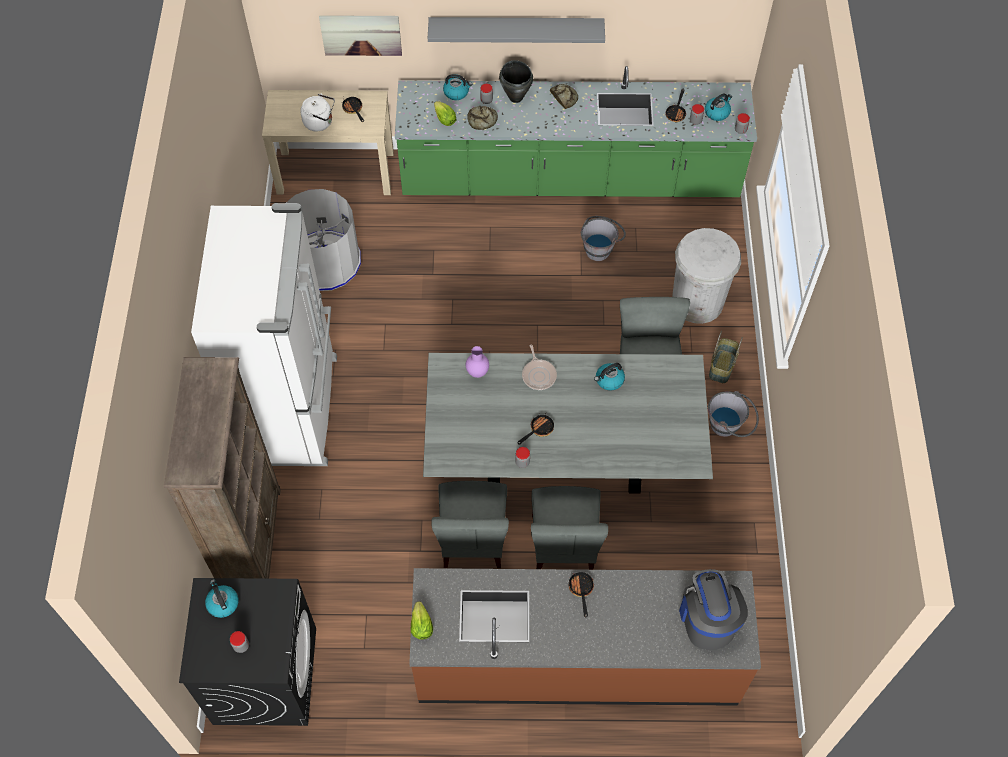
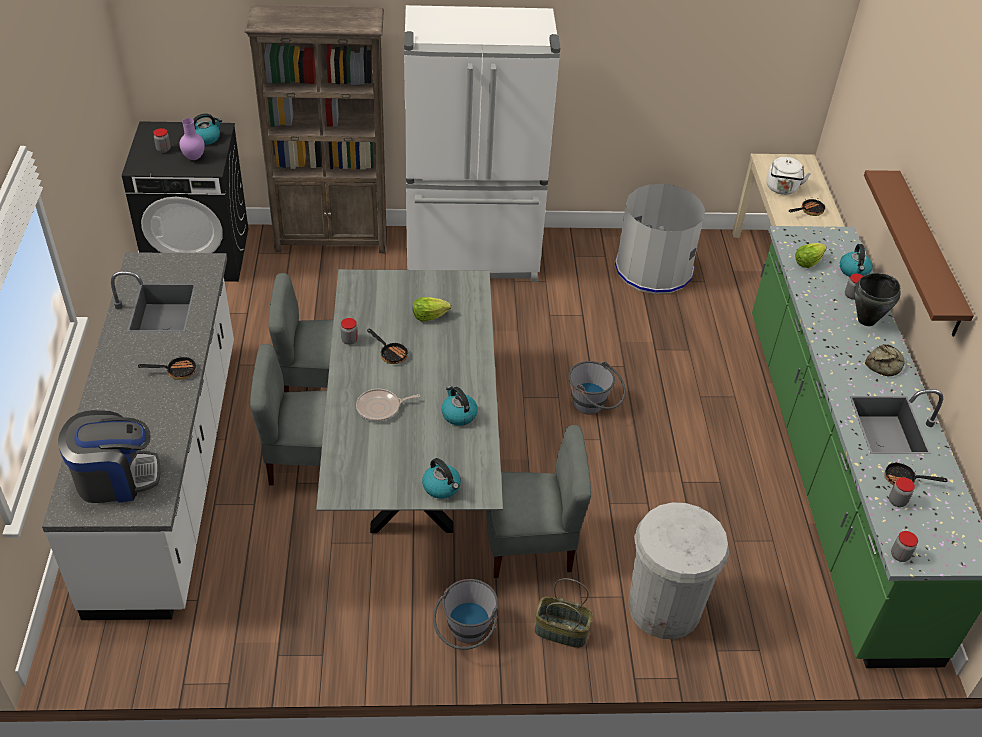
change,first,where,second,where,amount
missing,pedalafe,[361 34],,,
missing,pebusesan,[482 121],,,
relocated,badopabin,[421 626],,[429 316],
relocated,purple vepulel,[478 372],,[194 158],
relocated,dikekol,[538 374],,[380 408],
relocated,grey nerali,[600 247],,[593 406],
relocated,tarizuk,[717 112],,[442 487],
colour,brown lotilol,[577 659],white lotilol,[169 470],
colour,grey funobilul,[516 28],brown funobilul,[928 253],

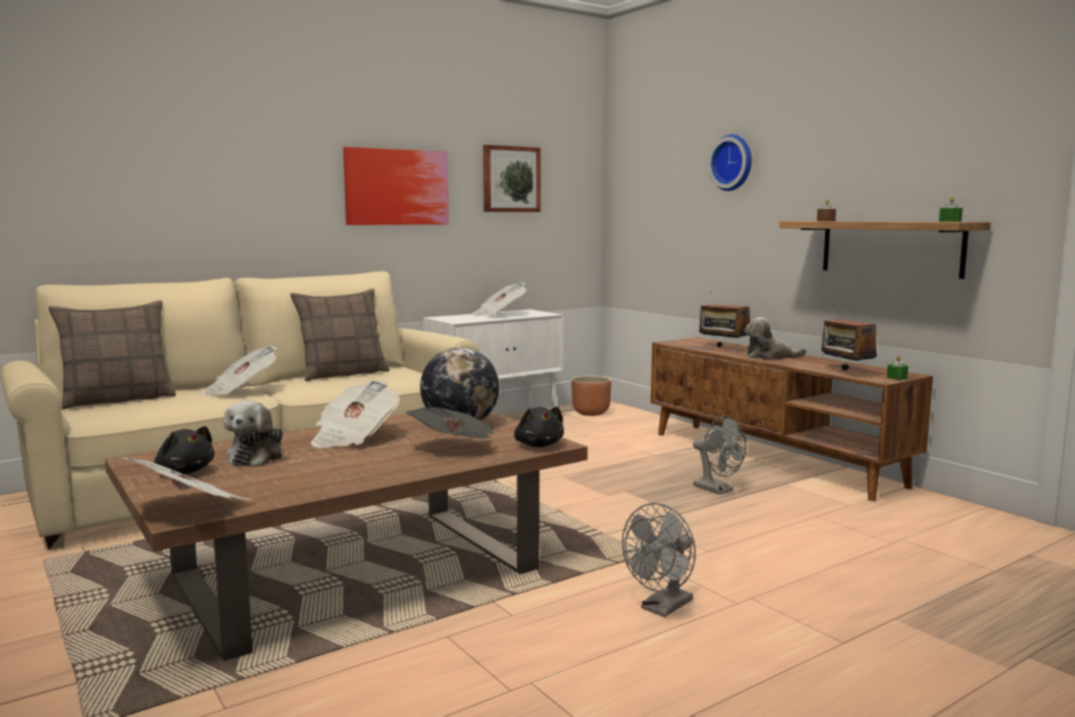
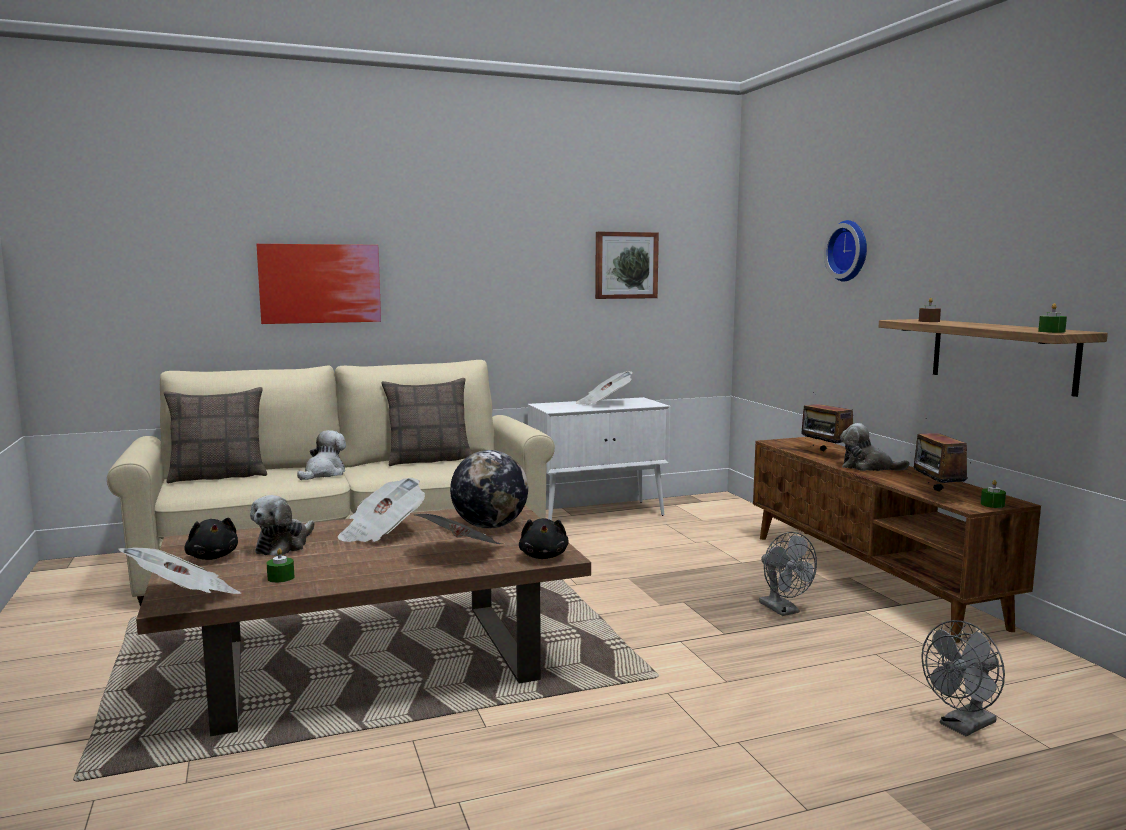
change,first,where,second,where,amount
missing,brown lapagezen,[591 413],,,
appeared,,,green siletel,[281 578],
relocated,pedalafe,[396 187],,[320 283],
relocated,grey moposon,[662 608],,[963 726],
exchanged,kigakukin,[240 391],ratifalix,[324 474],

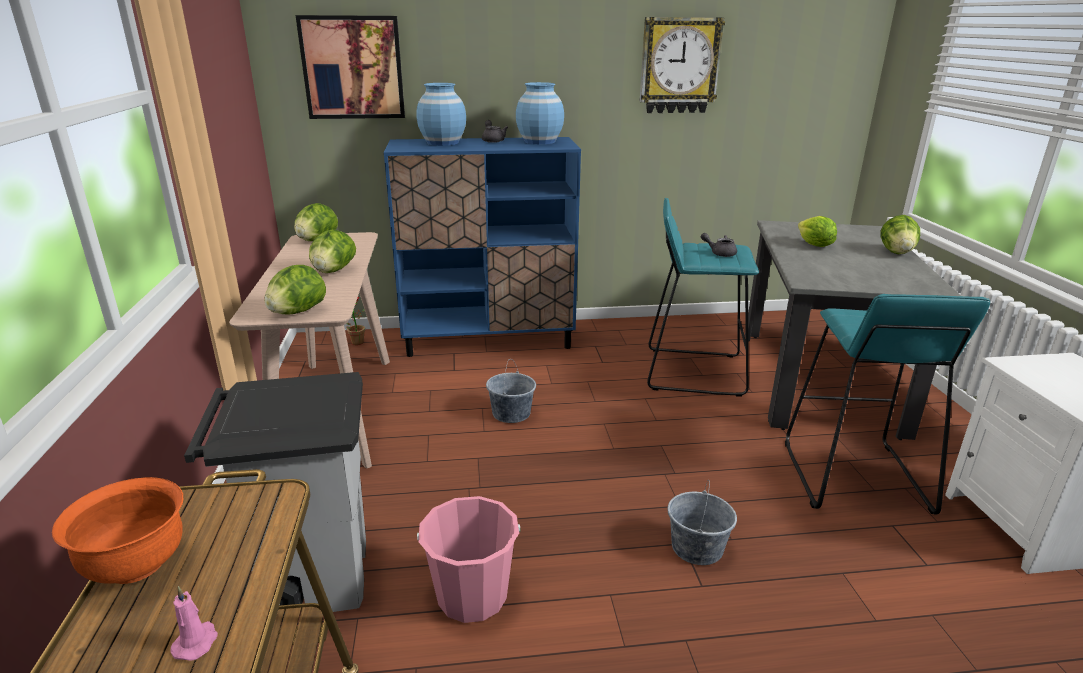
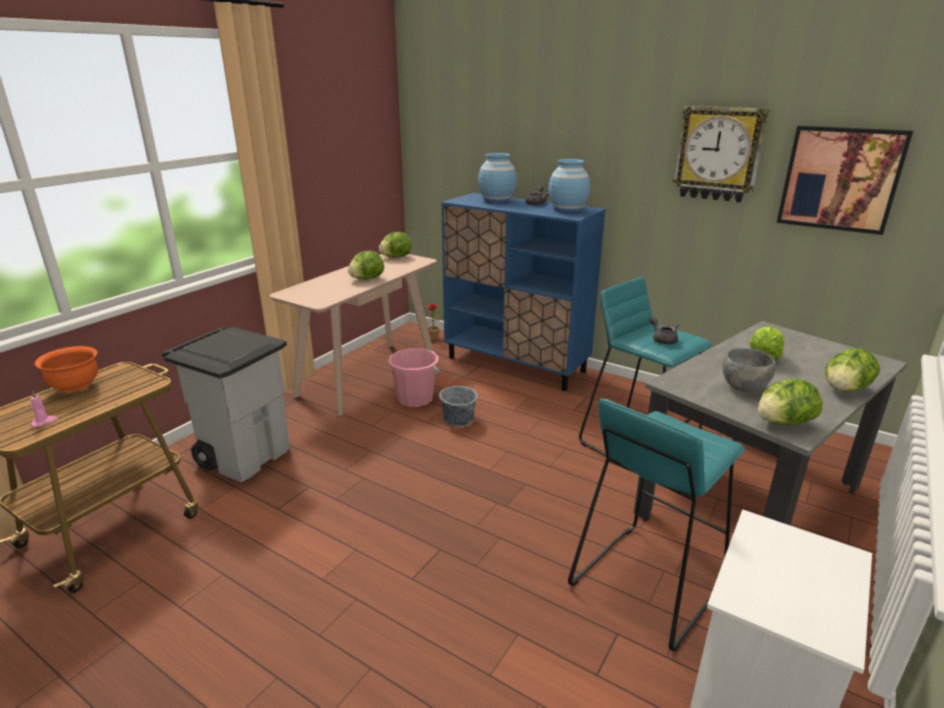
change,first,where,second,where,amount
missing,grey nerali,[697 547],,,
appeared,,,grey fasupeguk,[744 387],
relocated,badopabin,[297 312],,[783 423],
relocated,pedalafe,[353 68],,[840 179],
relocated,pink nerali,[472 596],,[415 399],

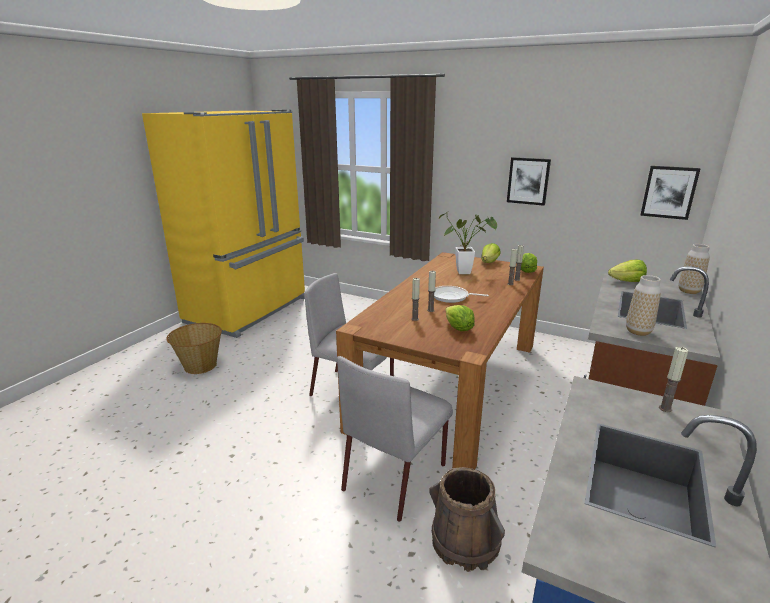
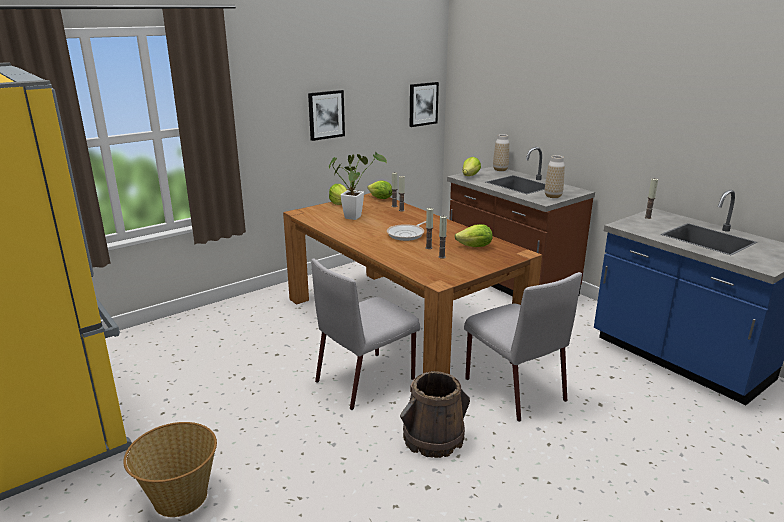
change,first,where,second,where,amount
relocated,brown nerali,[464 541],,[433 438],

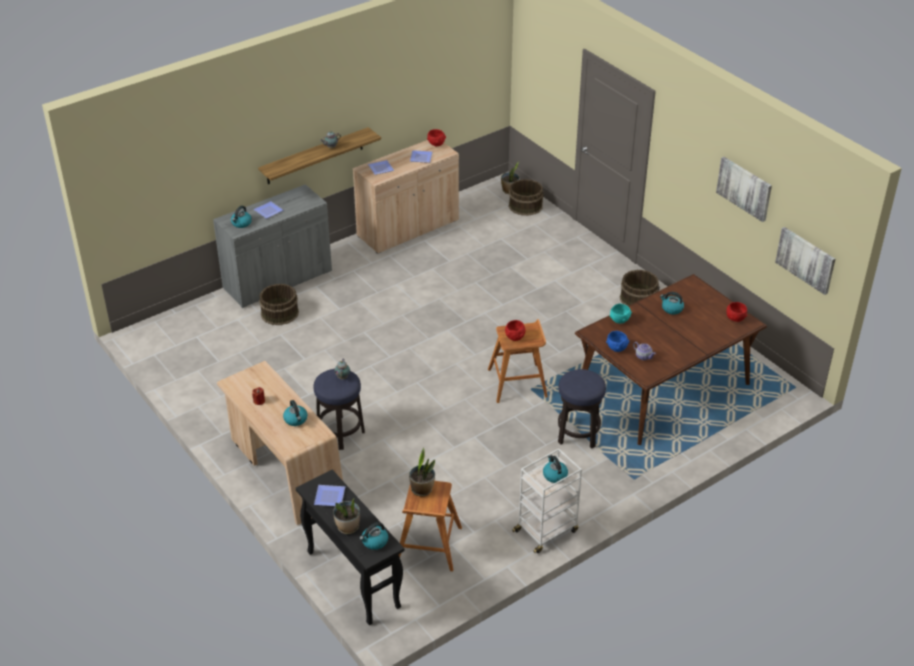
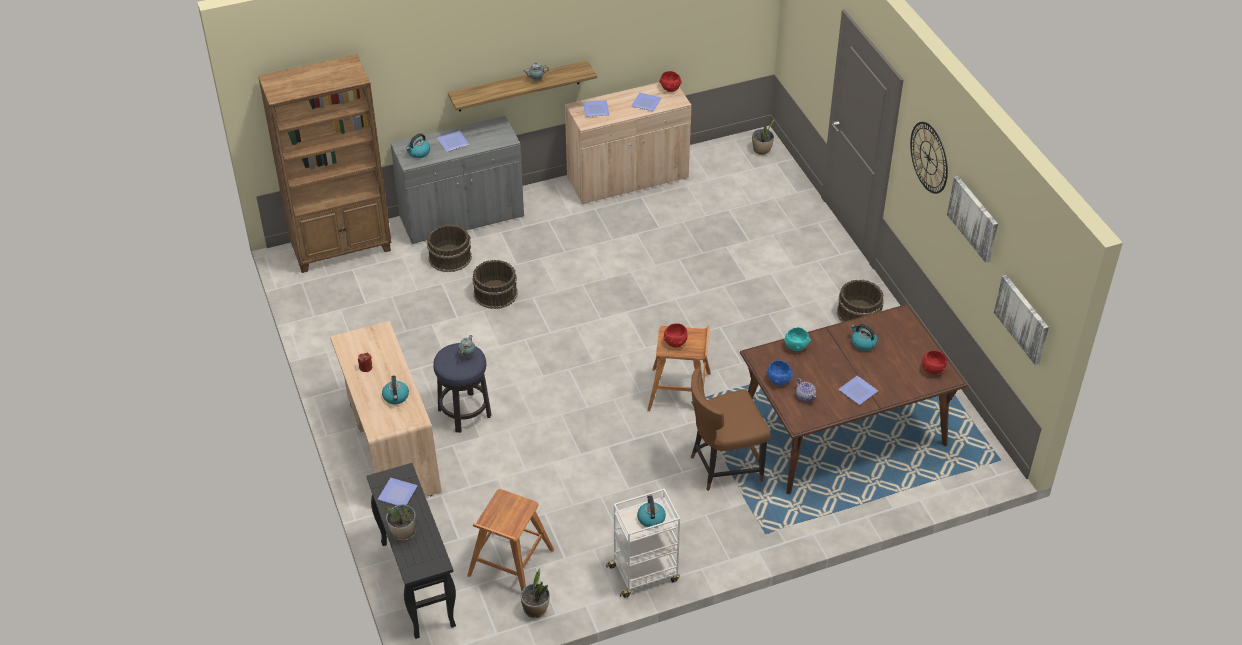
change,first,where,second,where,amount
missing,tarizuk,[374 542],,,
appeared,,,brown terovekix,[342 248],
appeared,,,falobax,[858 392],
appeared,,,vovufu,[929 157],
relocated,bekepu,[422 489],,[536 609],
relocated,brown nerali,[525 205],,[496 293],
exchanged,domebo,[578 434],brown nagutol,[724 466],

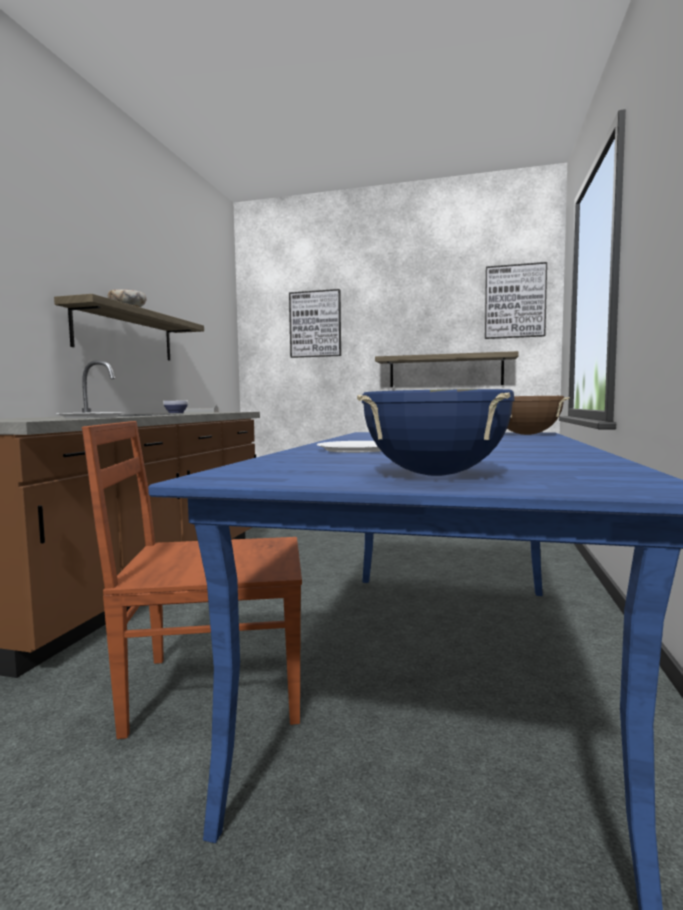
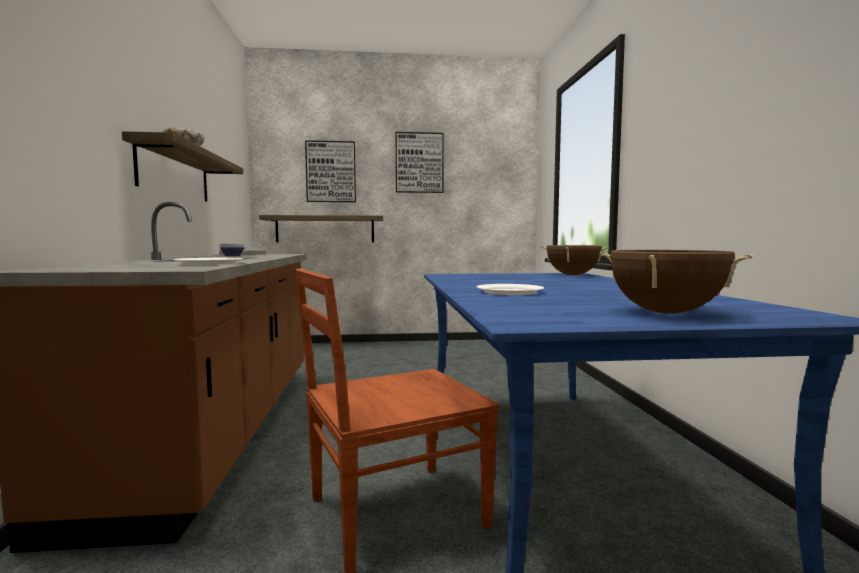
change,first,where,second,where,amount
relocated,funobilul,[445 371],,[325 229],
relocated,pedalafe,[515 301],,[419 163],
colour,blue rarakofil,[435 475],brown rarakofil,[666 312],

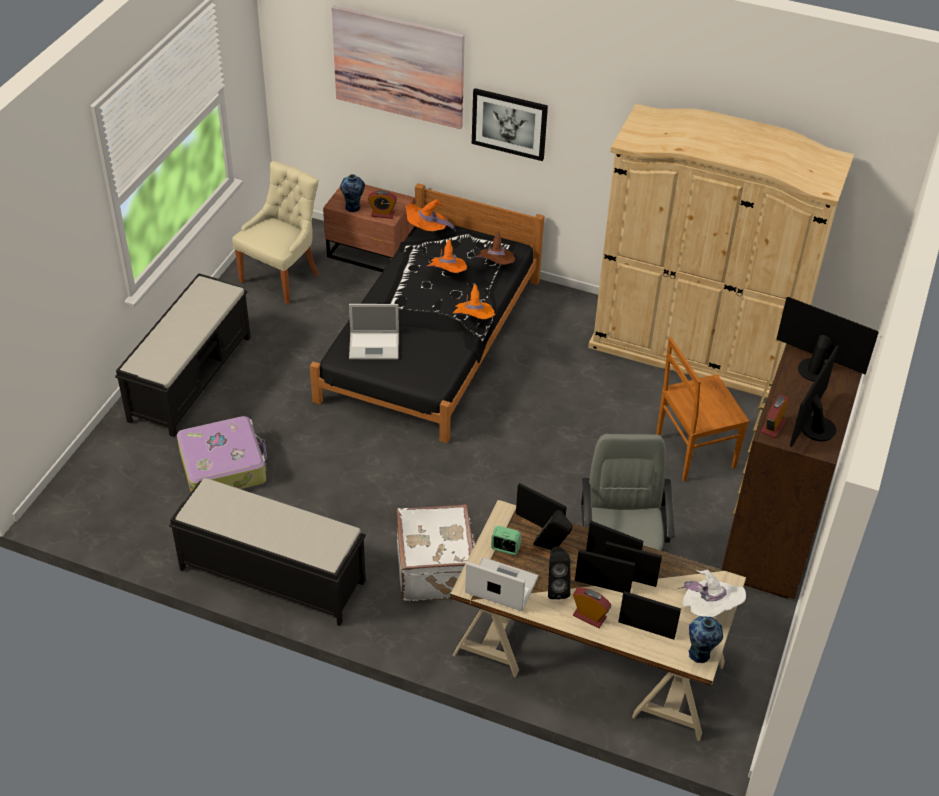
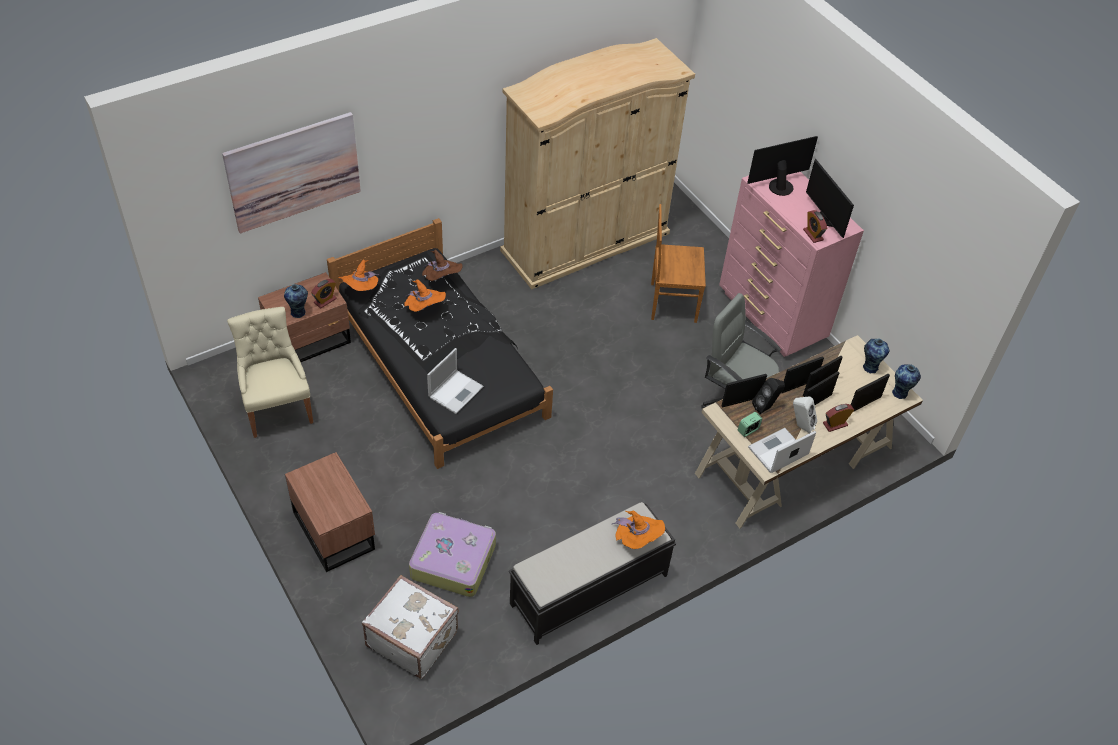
change,first,where,second,where,amount
missing,pedalafe,[509 123],,,
relocated,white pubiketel,[436 569],,[412 637],
relocated,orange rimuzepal,[473 322],,[637 539],
exchanged,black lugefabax,[191 377],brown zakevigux,[334 529],
exchanged,white rimuzepal,[709 609],vepulel,[870 367],
colour,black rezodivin,[556 588],white rezodivin,[800 426],
colour,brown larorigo,[770 540],pink larorigo,[771 317],
spun,brown nagutol,[692 452],,[671 302],75 degrees clockwise

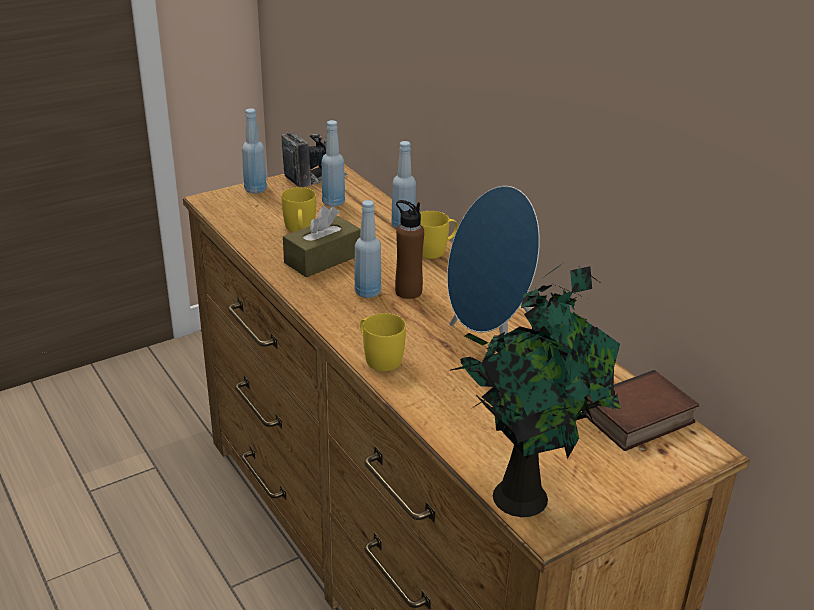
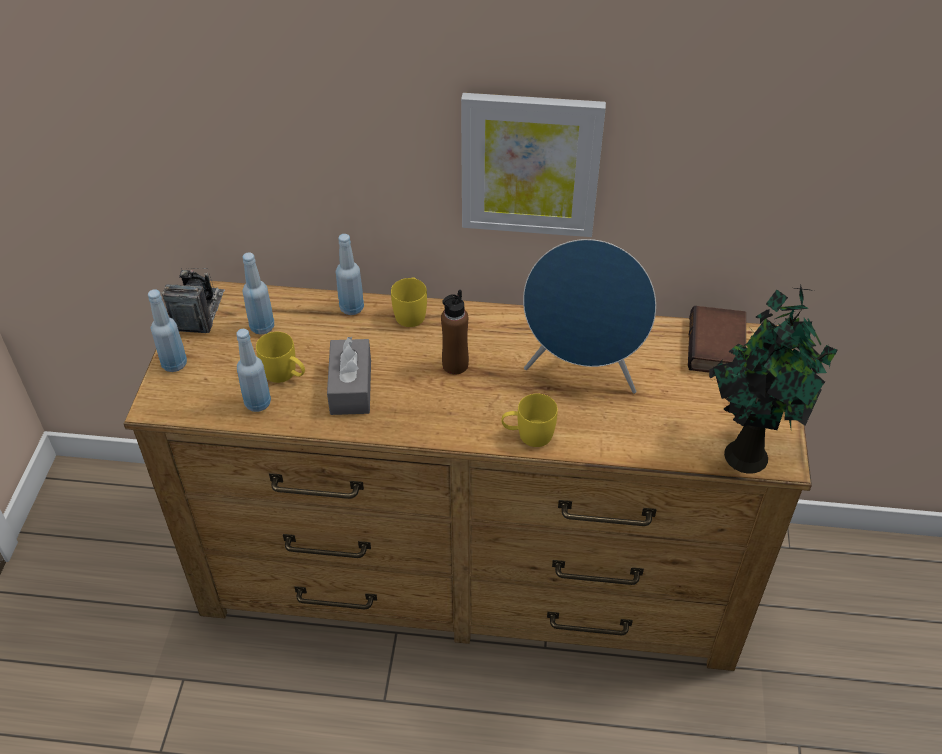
change,first,where,second,where,amount
appeared,,,pedalafe,[530 164],
relocated,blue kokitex,[367 292],,[258 403],
colour,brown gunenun,[322 259],grey gunenun,[351 387],

